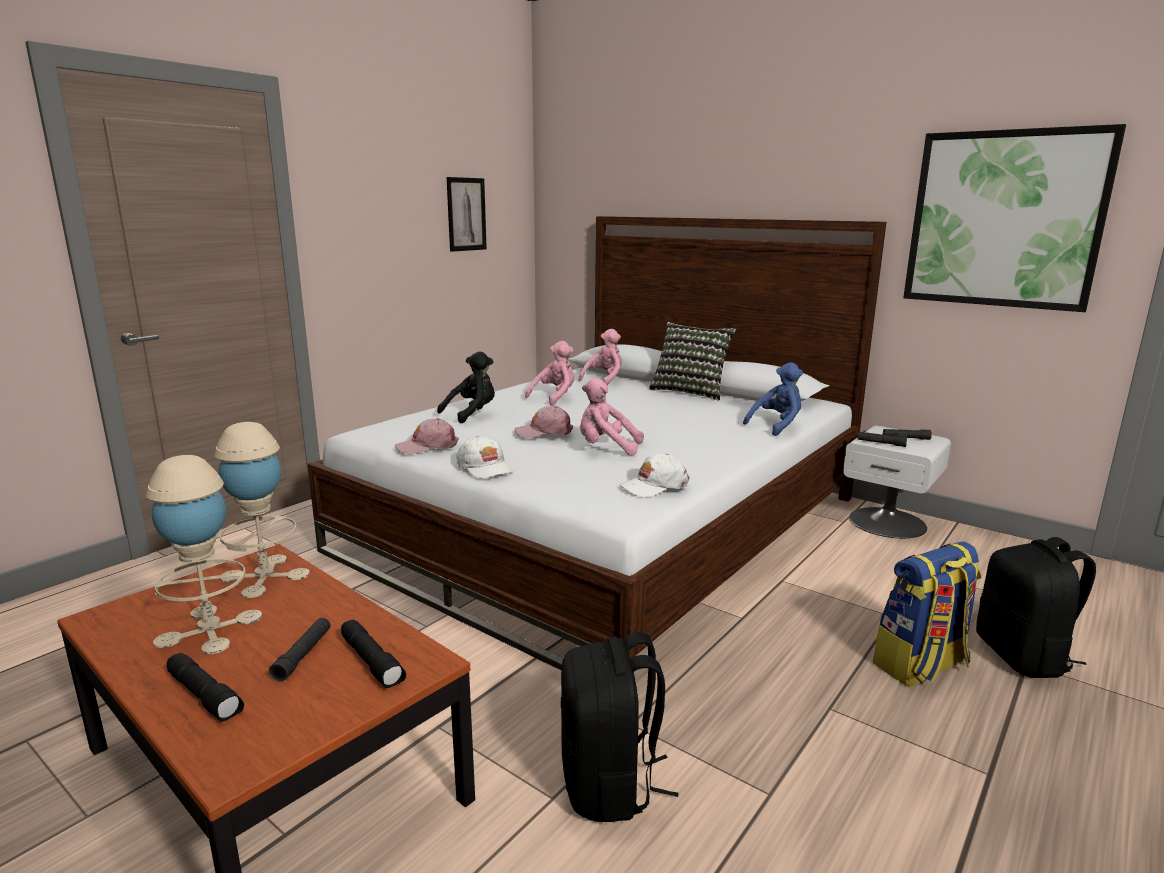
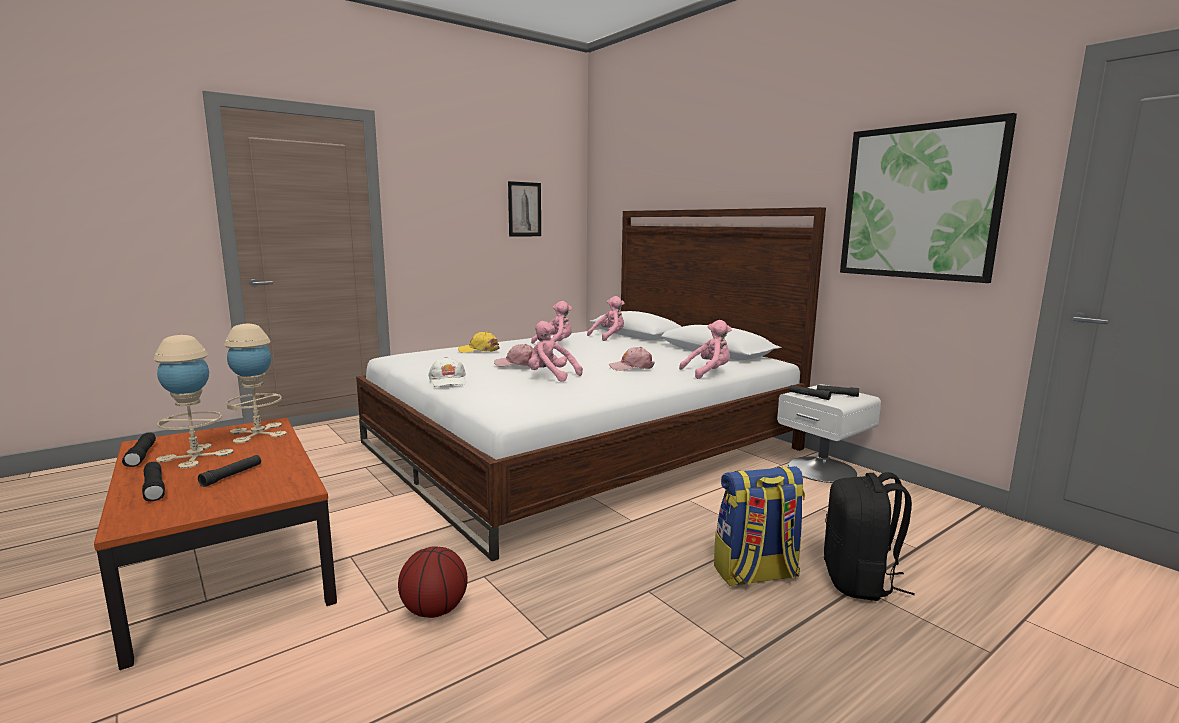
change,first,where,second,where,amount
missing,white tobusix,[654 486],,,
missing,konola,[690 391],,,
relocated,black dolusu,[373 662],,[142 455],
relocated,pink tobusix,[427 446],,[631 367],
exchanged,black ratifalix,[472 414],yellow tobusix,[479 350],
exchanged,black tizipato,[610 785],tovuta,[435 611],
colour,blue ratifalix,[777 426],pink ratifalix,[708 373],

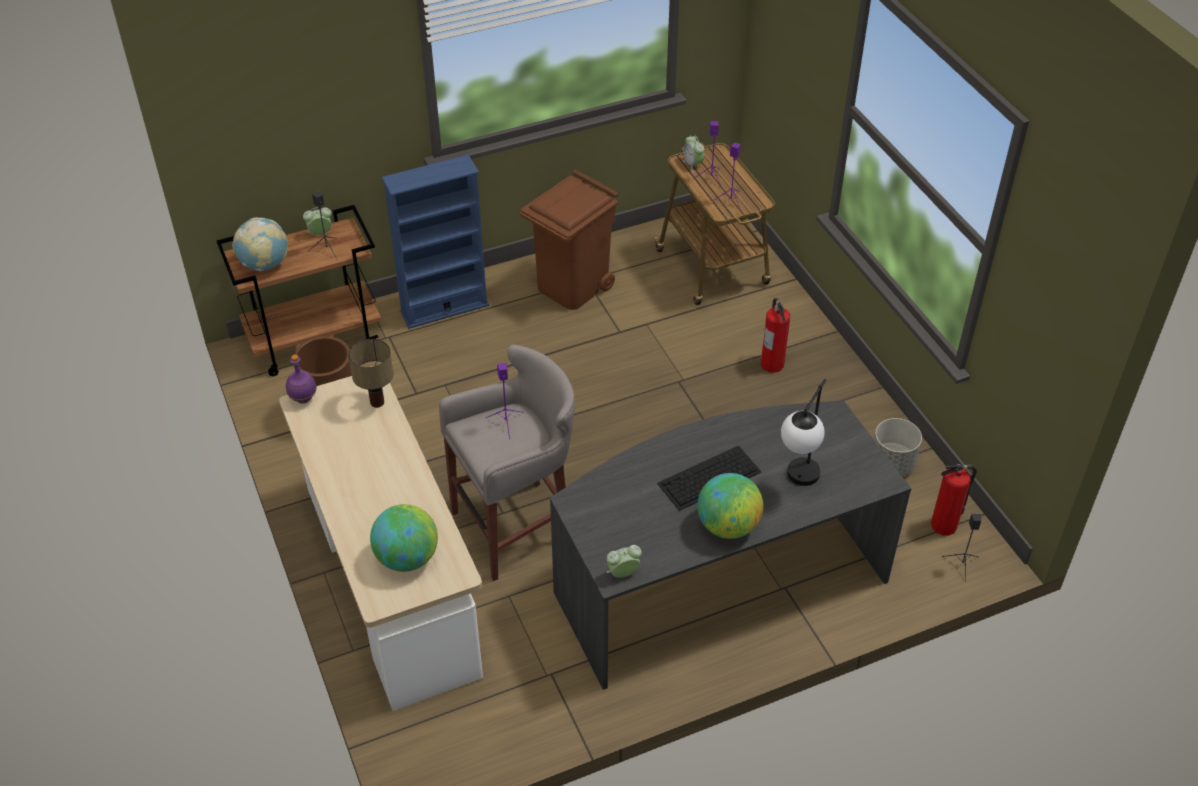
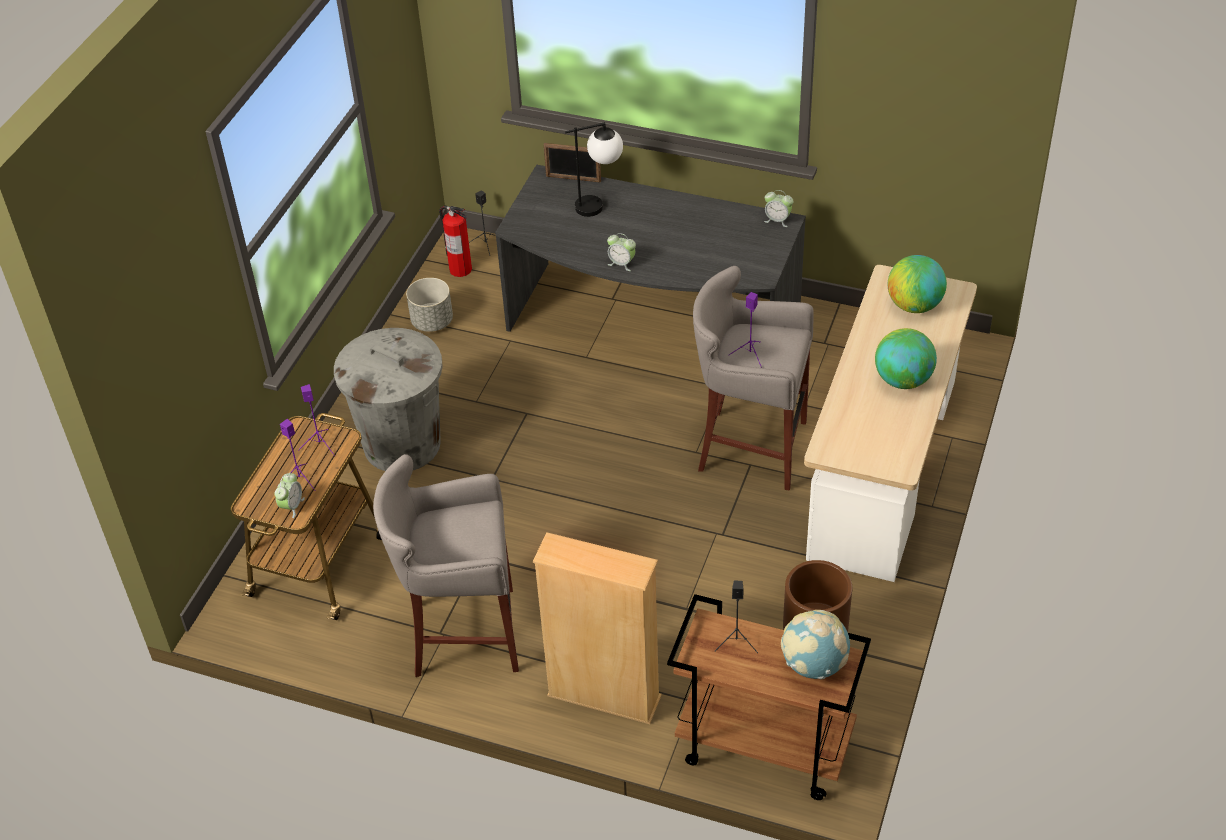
change,first,where,second,where,amount
missing,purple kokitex,[304 399],,,
missing,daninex,[377 402],,,
missing,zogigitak,[708 478],,,
appeared,,,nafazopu,[573 179],
relocated,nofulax,[320 234],,[622 263],
relocated,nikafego,[728 526],,[902 380],
exchanged,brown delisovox,[572 286],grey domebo,[461 634],
exchanged,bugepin,[772 363],grey delisovox,[402 444],
colour,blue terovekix,[444 308],beige terovekix,[604 696],

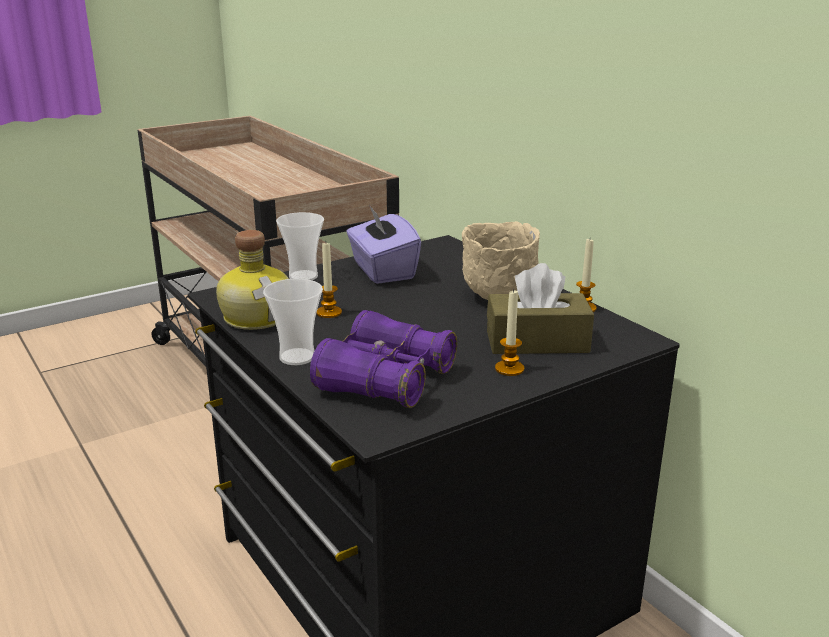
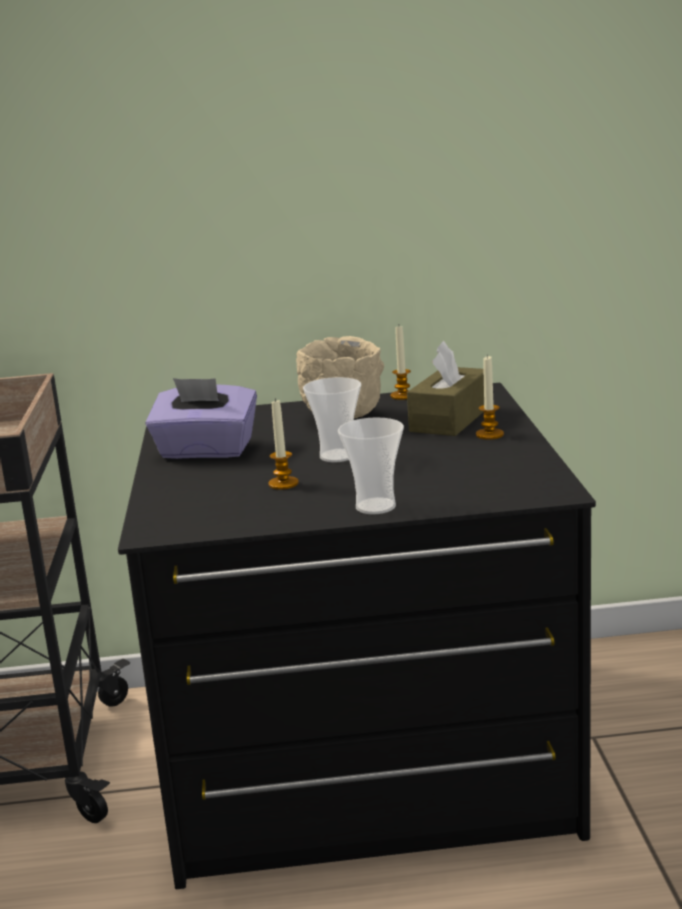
change,first,where,second,where,amount
missing,kokitex,[257 317],,,
missing,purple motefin,[385 380],,,
relocated,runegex,[303 276],,[337 456],

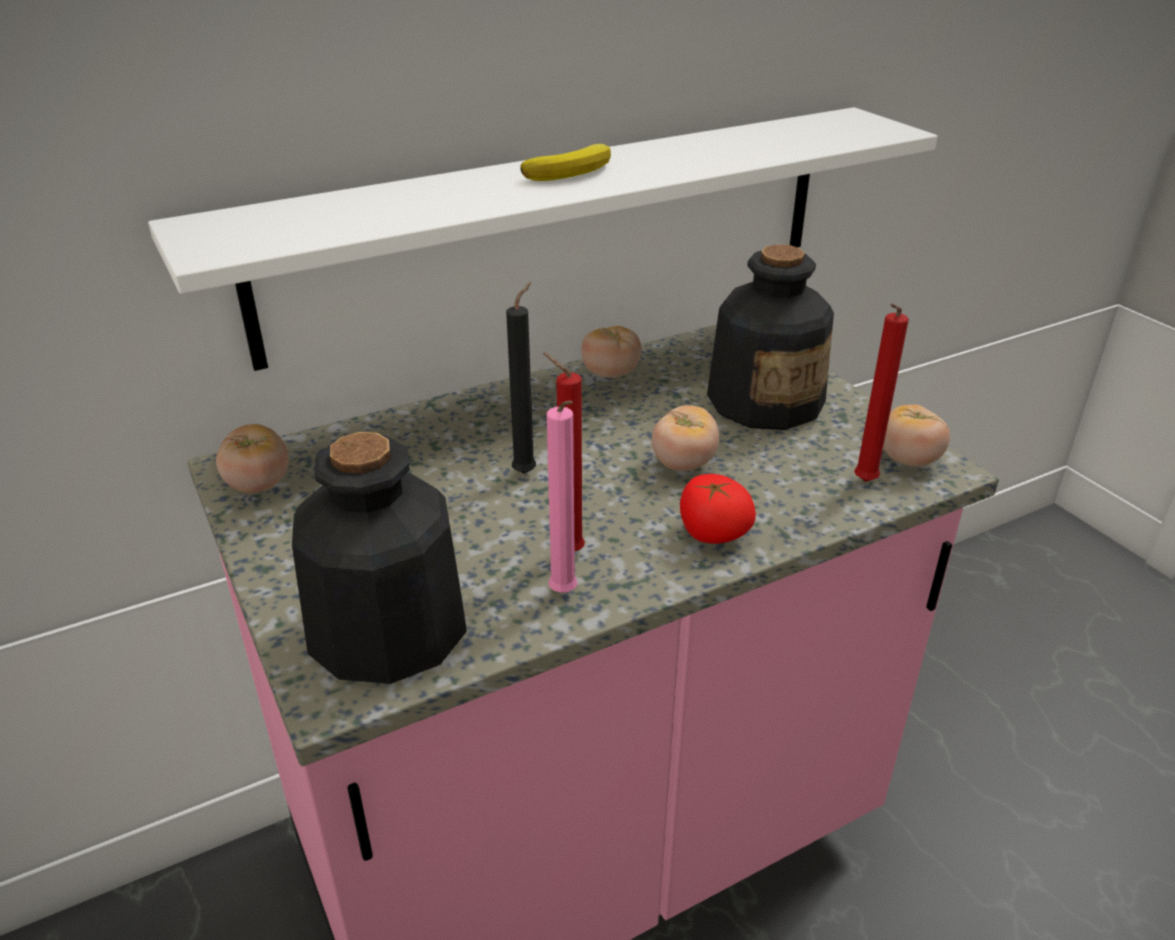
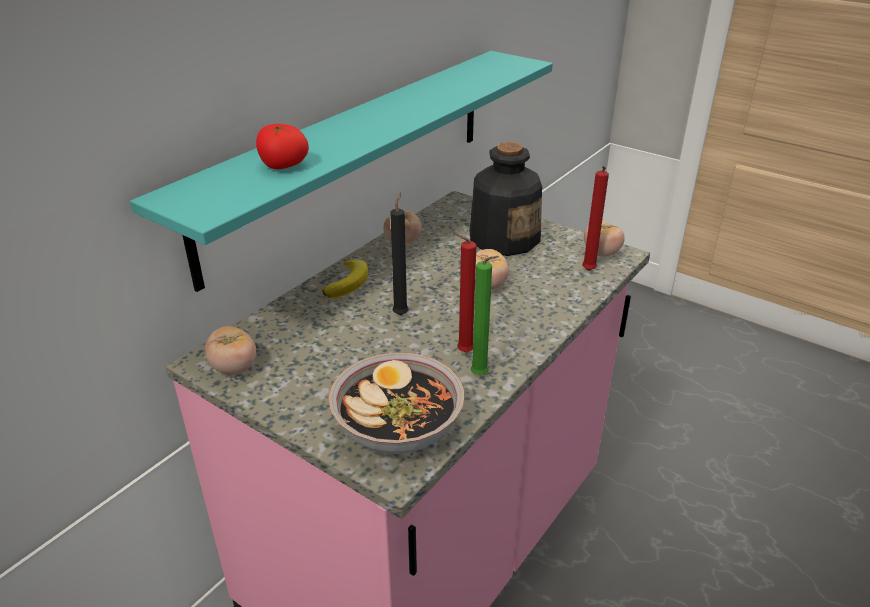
change,first,where,second,where,amount
relocated,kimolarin,[573 171],,[348 282],
relocated,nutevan,[712 534],,[283 166],
exchanged,kokitex,[387 631],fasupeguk,[398 427],
colour,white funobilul,[557 230],turquoise funobilul,[354 156],
colour,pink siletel,[564 595],green siletel,[481 376],

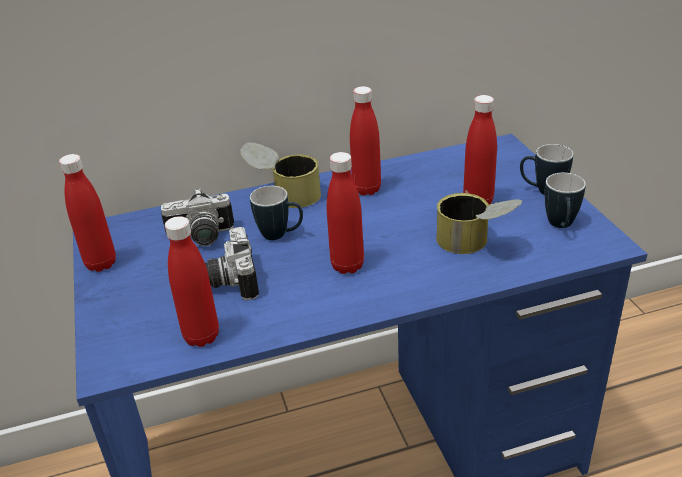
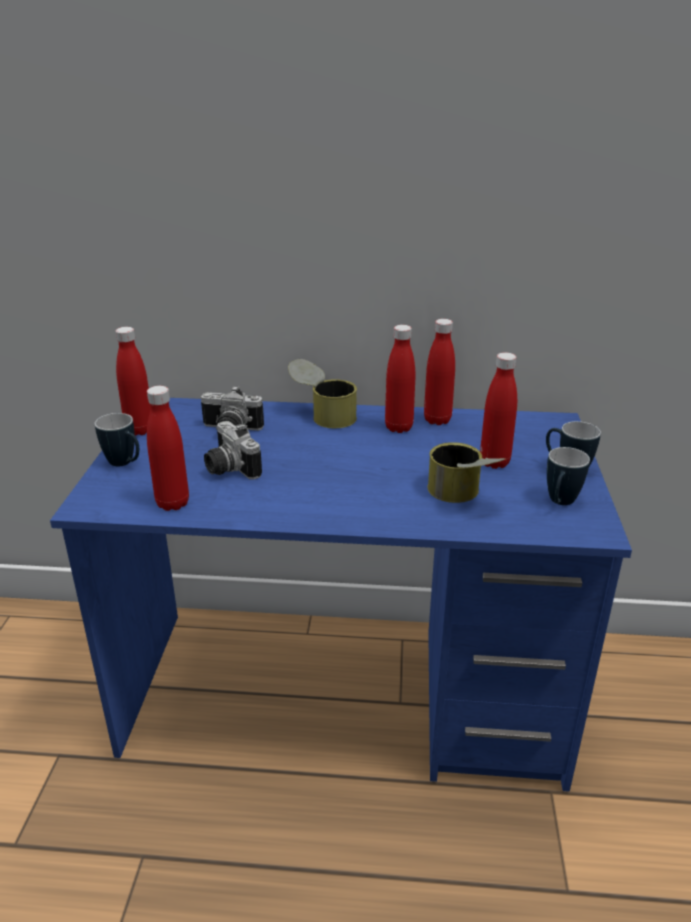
change,first,where,second,where,amount
relocated,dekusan,[280 235],,[125 464],
relocated,red kokitex,[347 266],,[437 420],
spun,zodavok,[231 280],,[228 468],45 degrees counterclockwise

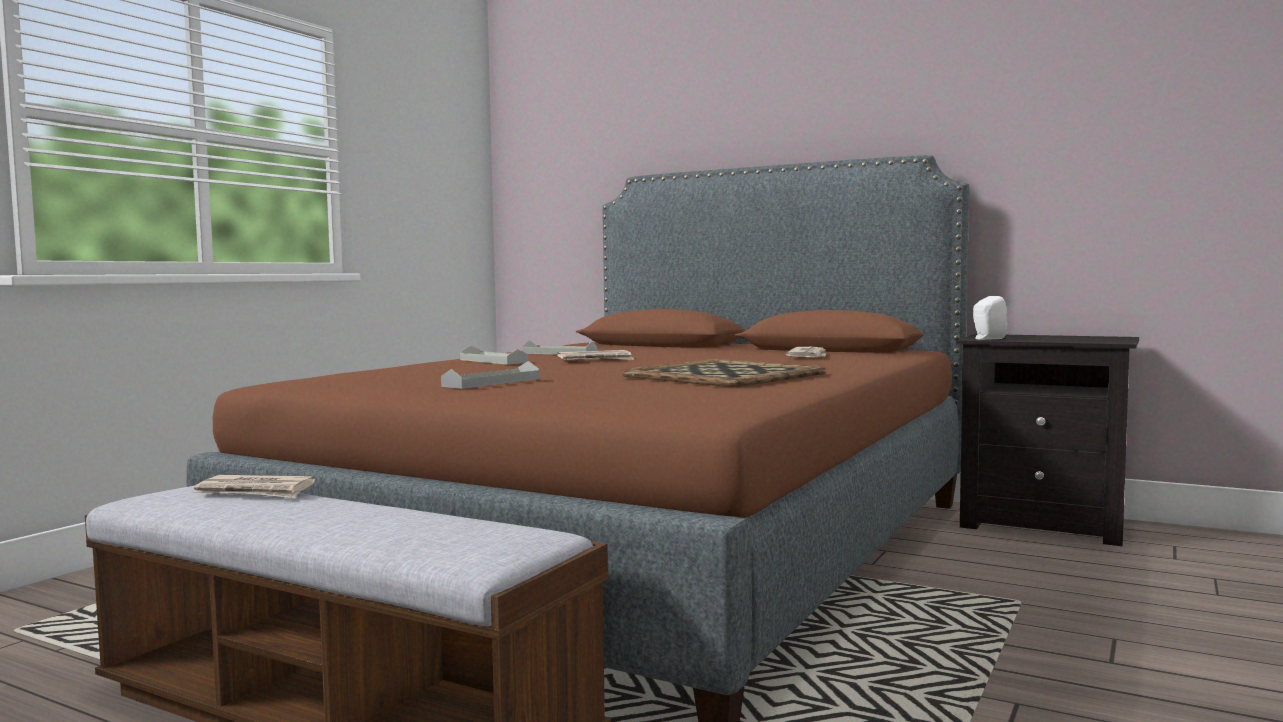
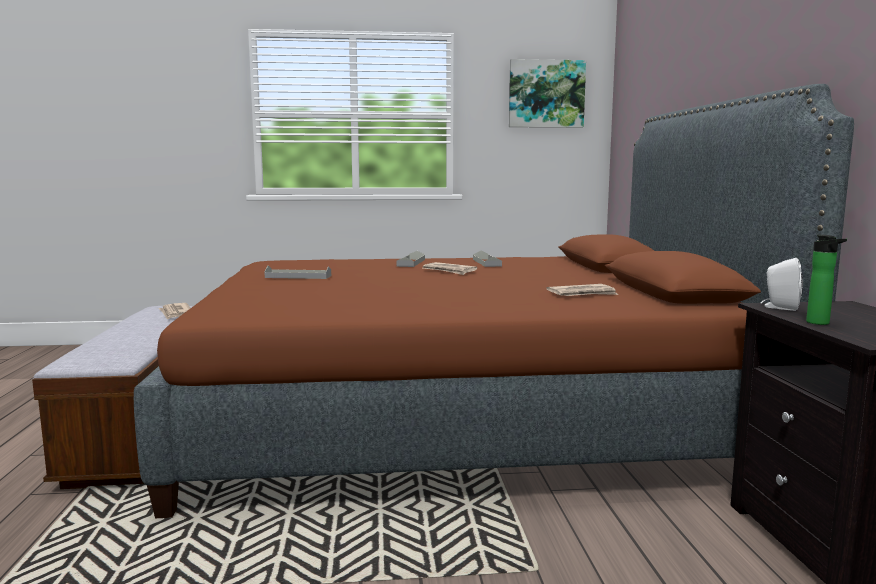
change,first,where,second,where,amount
missing,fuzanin,[724 375],,,
appeared,,,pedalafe,[546 94],
appeared,,,kokitex,[820 323],

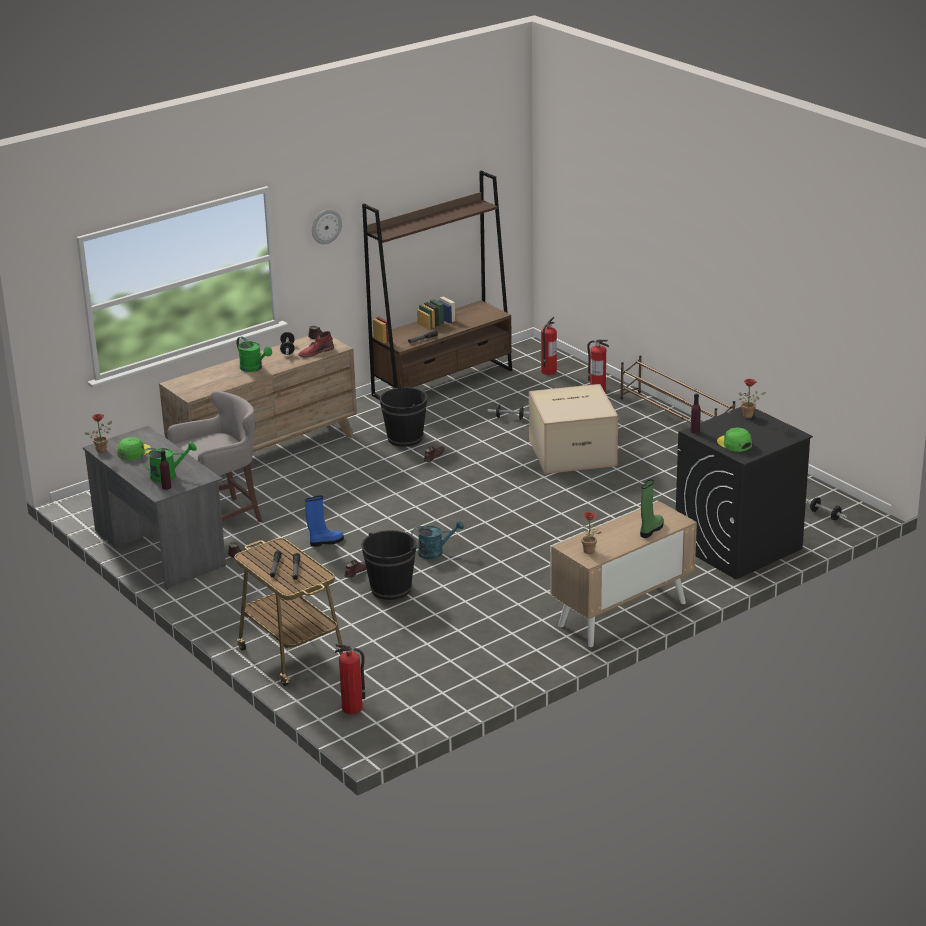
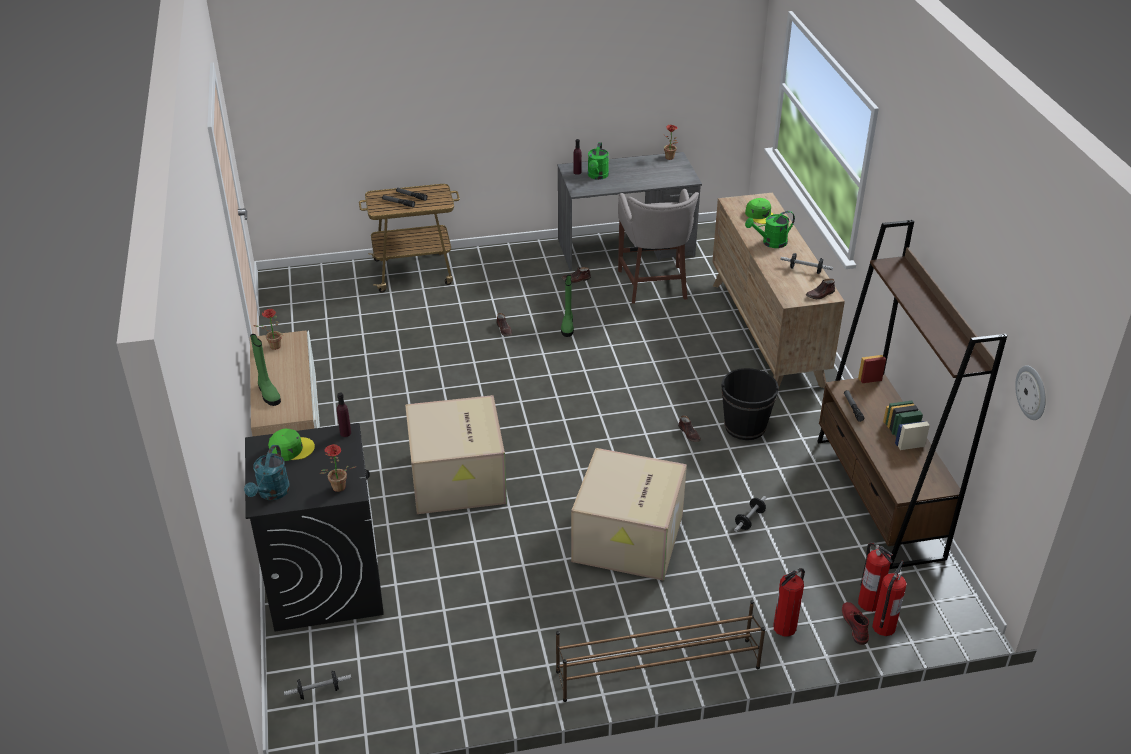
change,first,where,second,where,amount
missing,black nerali,[391 589],,,
appeared,,,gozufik,[459 479],
relocated,green tobusix,[134 452],,[760 215],
relocated,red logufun,[315 352],,[855 624],
relocated,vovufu,[326 226],,[1032 392],
relocated,bugepin,[352 708],,[883 627],
relocated,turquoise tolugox,[435 552],,[271 493],
colour,blue logufun,[325 542],green logufun,[567 326],

